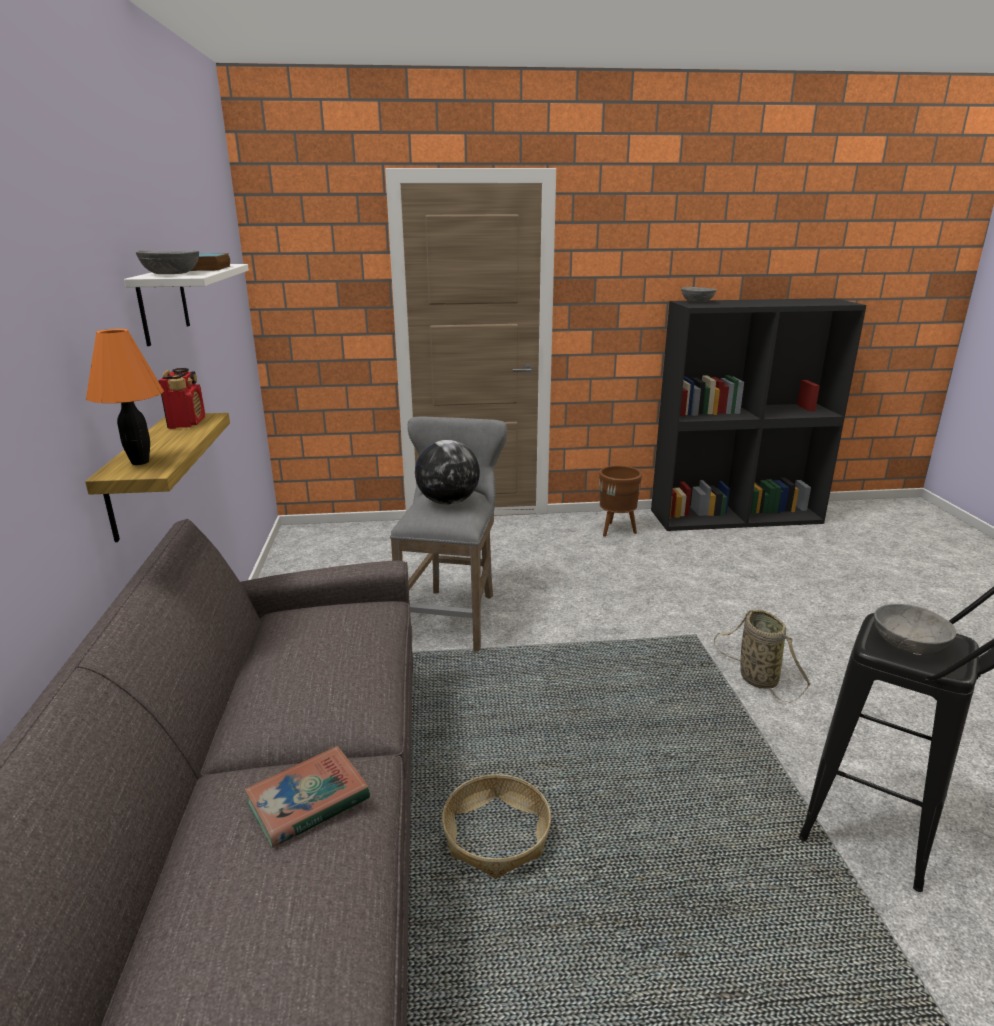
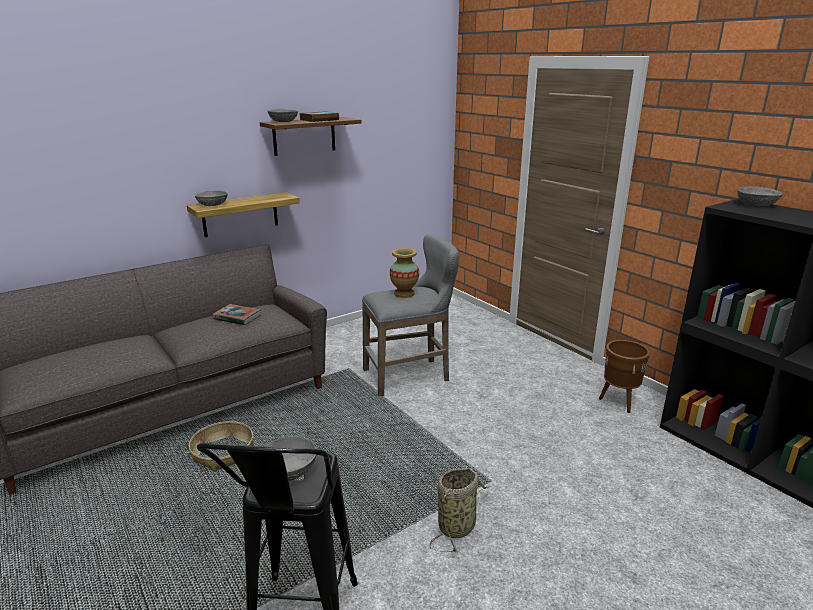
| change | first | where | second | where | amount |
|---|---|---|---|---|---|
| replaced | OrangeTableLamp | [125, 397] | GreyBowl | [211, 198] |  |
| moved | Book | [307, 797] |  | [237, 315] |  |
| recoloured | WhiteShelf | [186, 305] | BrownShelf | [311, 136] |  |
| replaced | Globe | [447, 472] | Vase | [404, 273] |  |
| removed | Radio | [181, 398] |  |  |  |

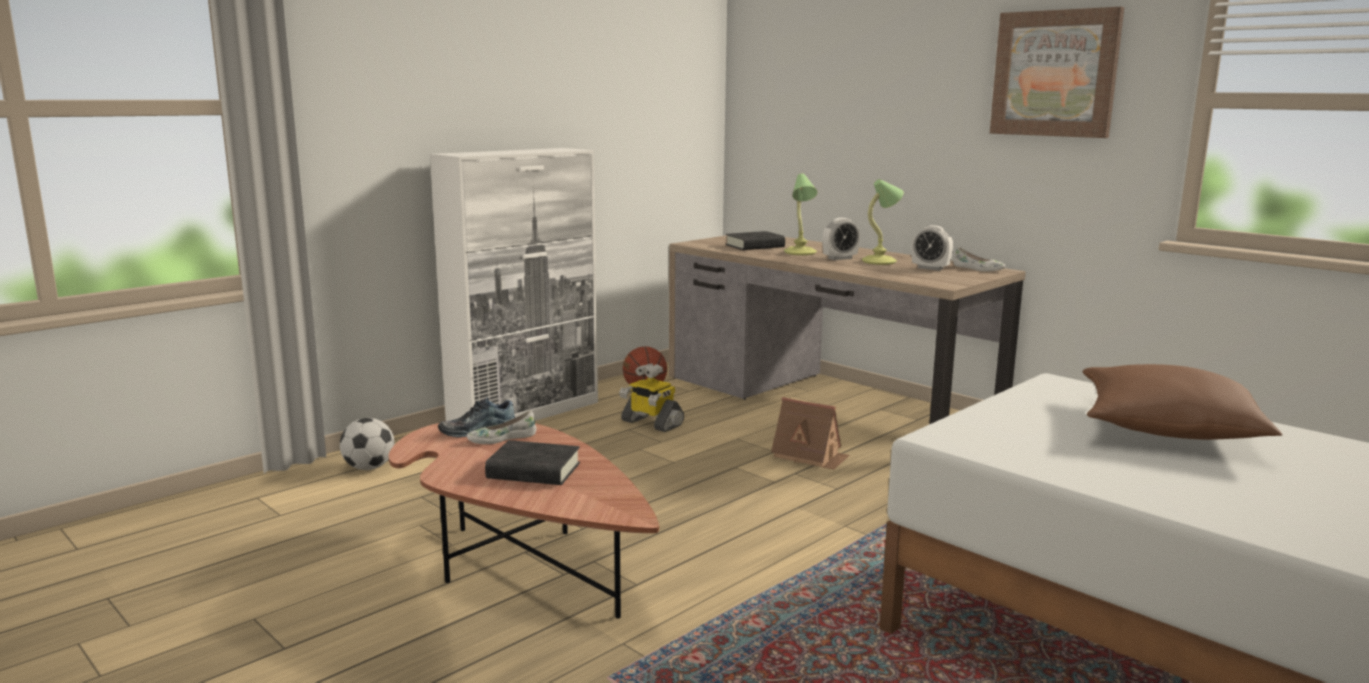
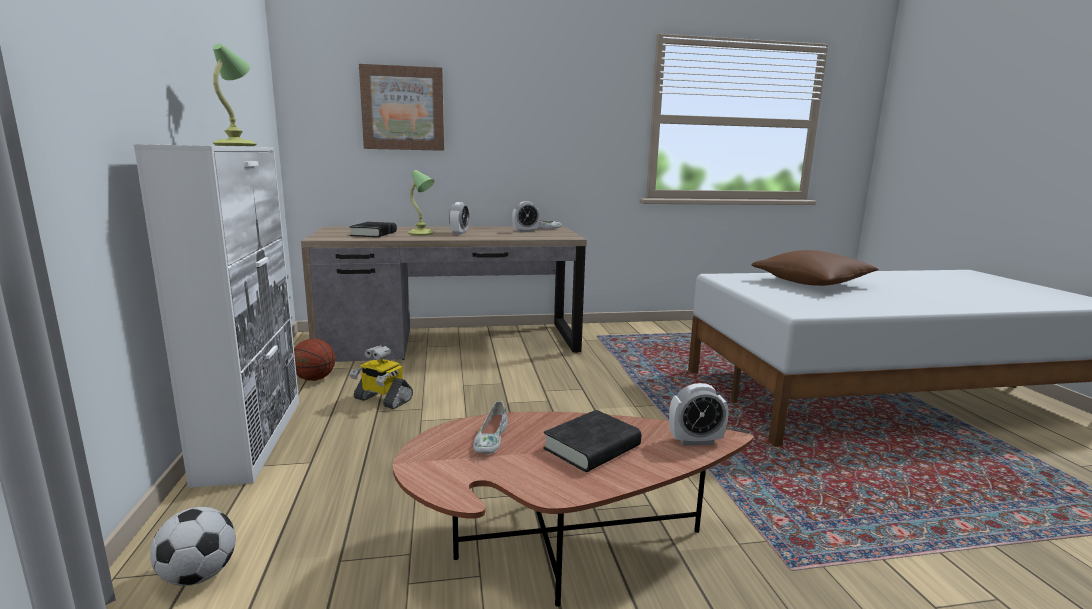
| change | first | where | second | where | amount |
|---|---|---|---|---|---|
| moved | TableLamp | [883, 222] |  | [234, 94] |  |
| turned | ToyRobot | [651, 397] |  | [381, 377] | 45 degrees clockwise |
| moved | Picture | [1057, 72] |  | [401, 107] |  |
| added |  |  | AlarmClock | [699, 414] |  |
| removed | Shoe | [476, 417] |  |  |  |
| removed | ToyHouse | [810, 433] |  |  |  |

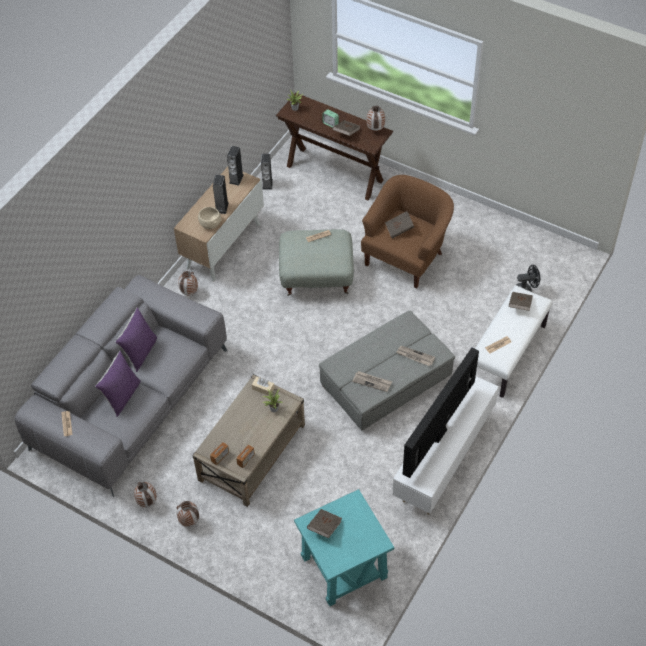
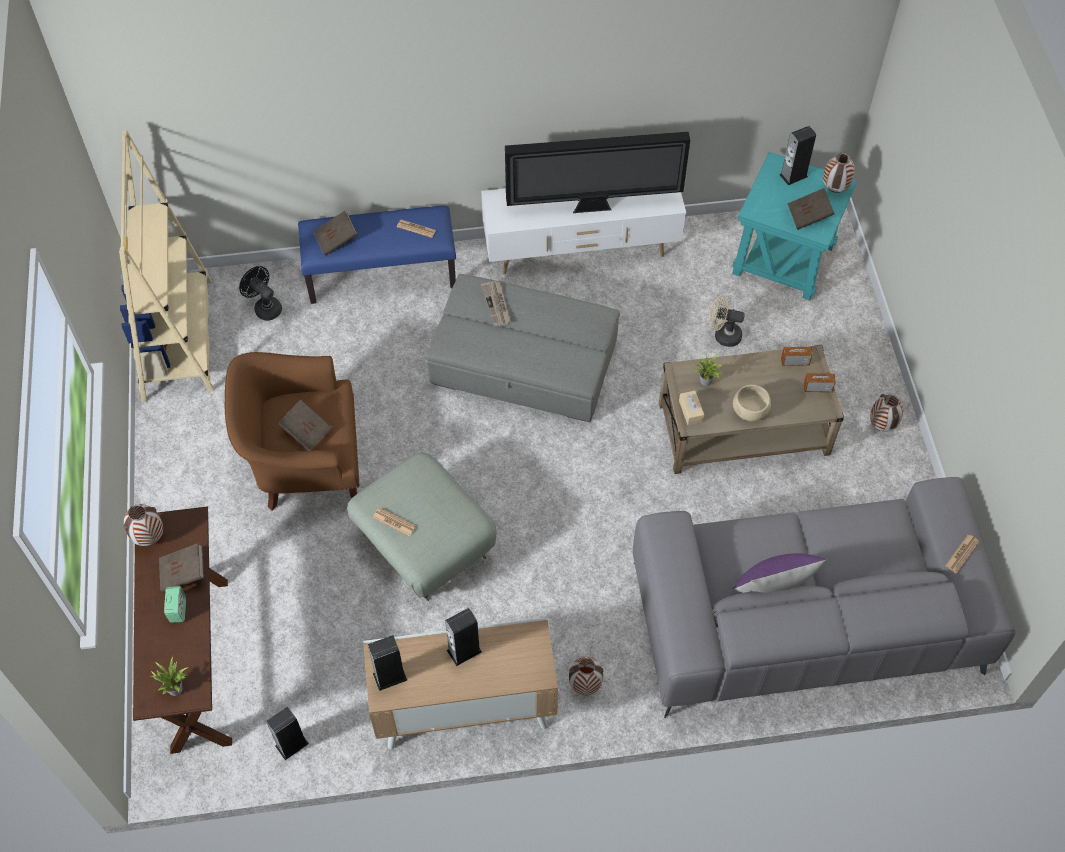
| change | first | where | second | where | amount |
|---|---|---|---|---|---|
| added |  |  | BeigeBookcase | [166, 266] |  |
| recoloured | WhiteBench | [514, 341] | BlueBench | [377, 255] |  |
| added |  |  | BeigeFan | [727, 321] |  |
| moved | BeigeBowl | [209, 218] |  | [752, 403] |  |
| added |  |  | Speaker | [798, 155] |  |
| moved | Vase | [145, 495] |  | [839, 173] |  |
| removed | PurplePillow | [118, 384] |  |  |  |
| removed | Newspaper | [372, 381] |  |  |  |

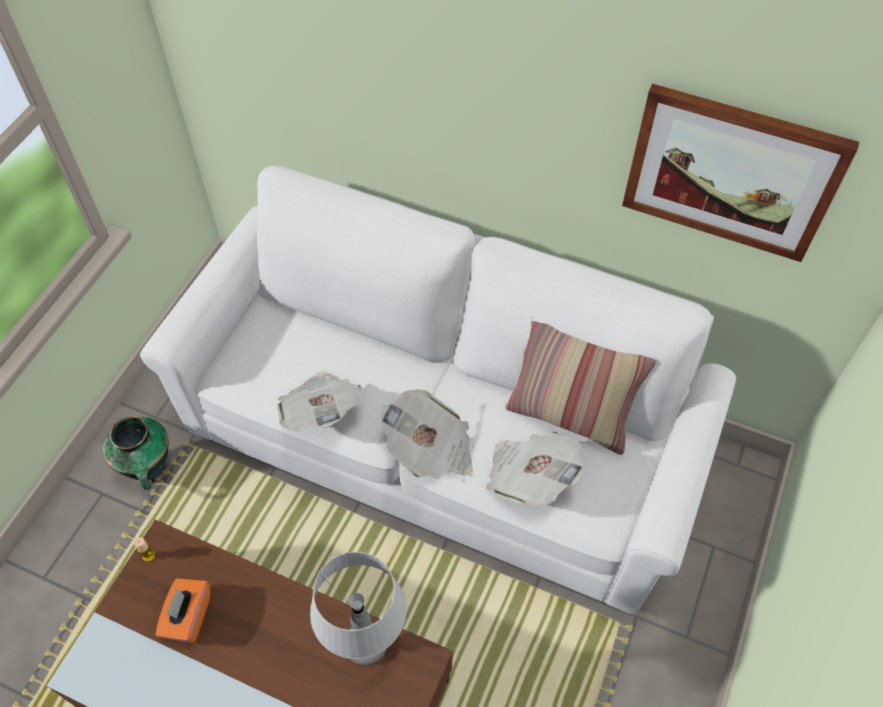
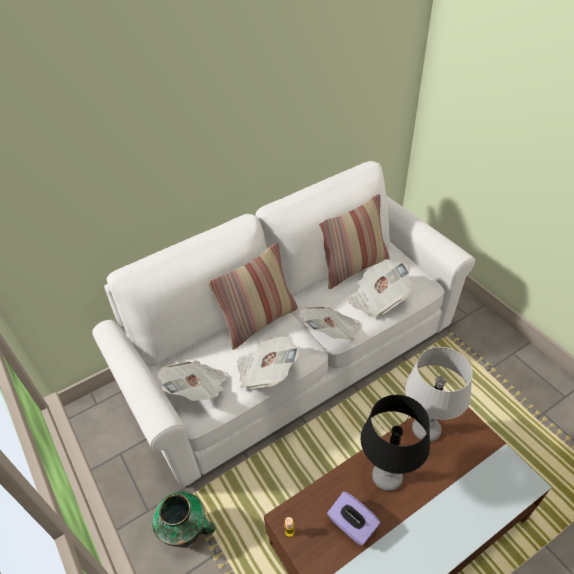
| change | first | where | second | where | amount |
|---|---|---|---|---|---|
| added |  |  | Newspaper | [193, 380] |  |
| added |  |  | Pillow | [253, 296] |  |
| recoloured | OrangeTissueBox | [182, 610] | PurpleTissueBox | [353, 518] |  |
| added |  |  | BlackTableLamp | [395, 443] |  |
| removed | Picture | [741, 173] |  |  |  |

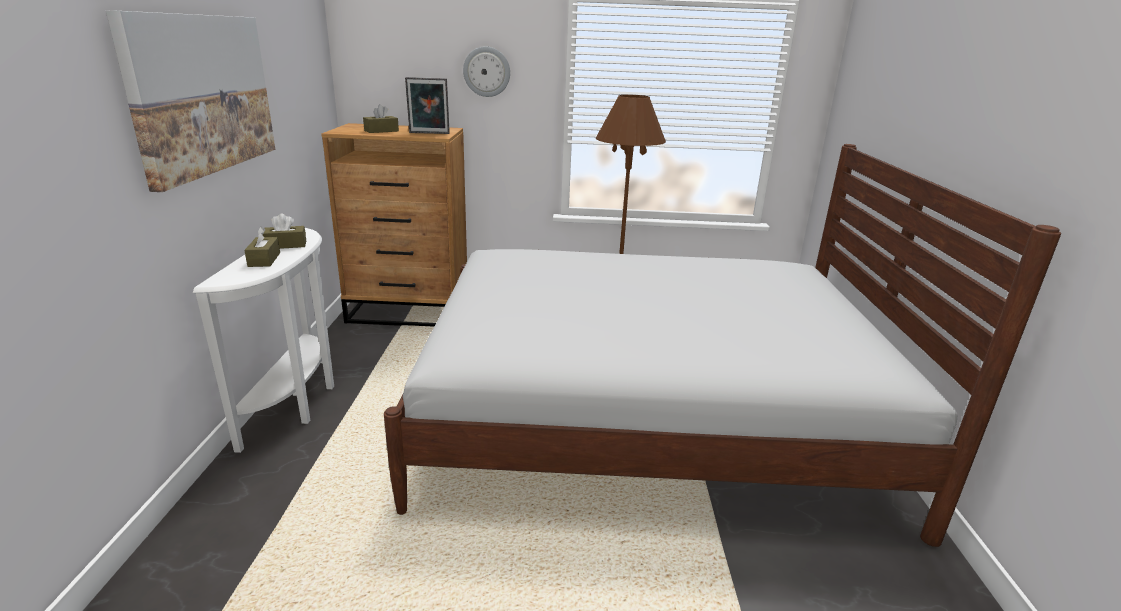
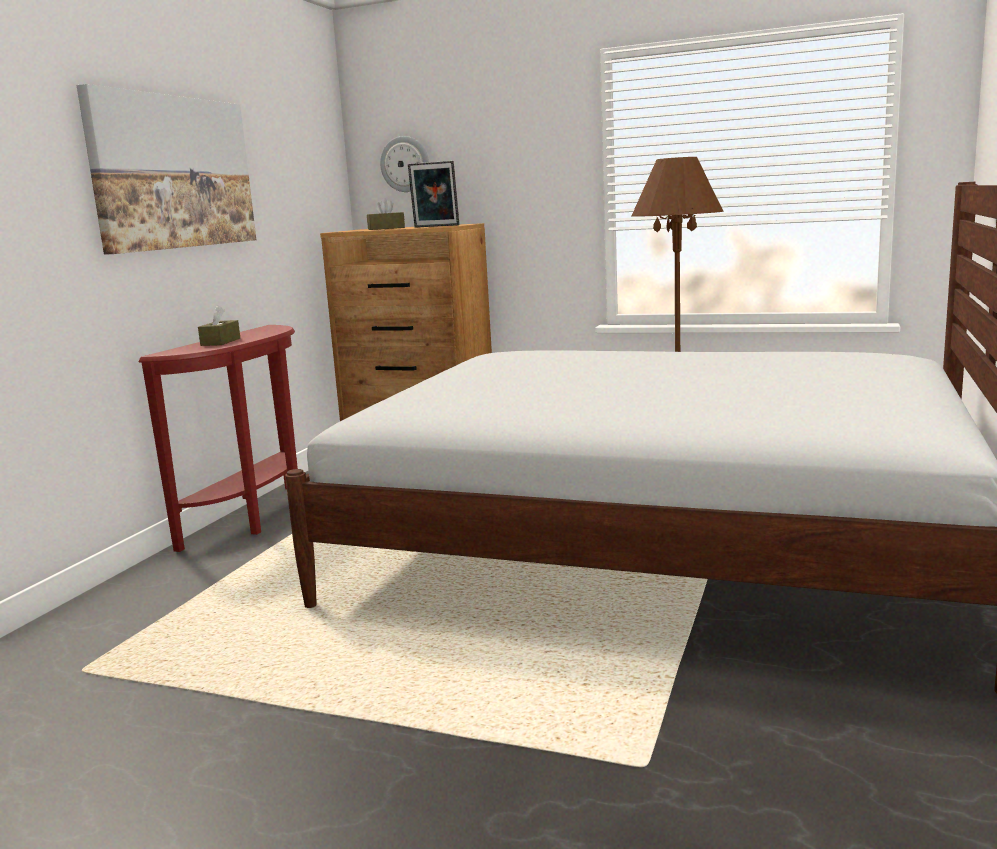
| change | first | where | second | where | amount |
|---|---|---|---|---|---|
| recoloured | WhiteConsoleTable | [263, 340] | RedConsoleTable | [218, 438] |  |
| moved | WallClock | [486, 71] |  | [404, 164] |  |
| removed | BrownTissueBox | [284, 231] |  |  |  |

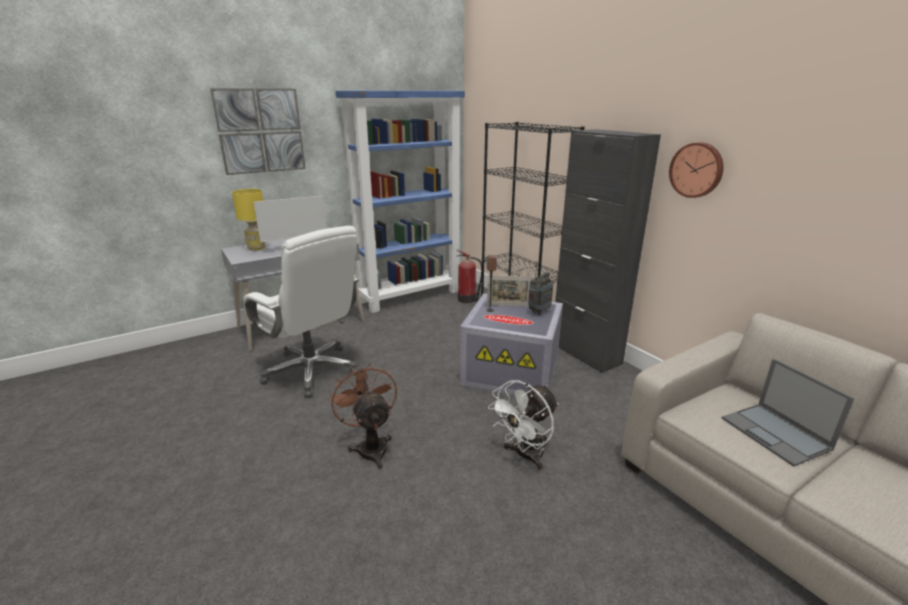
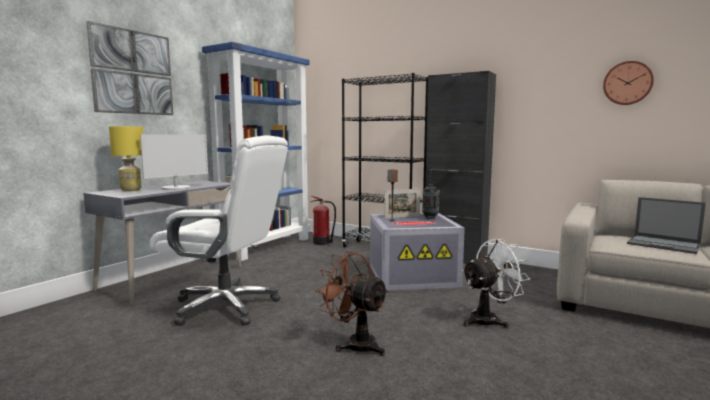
| change | first | where | second | where | amount |
|---|---|---|---|---|---|
| turned | WhiteFan | [523, 425] |  | [496, 283] | 135 degrees counterclockwise |
| moved | WallClock | [696, 170] |  | [628, 83] |  |

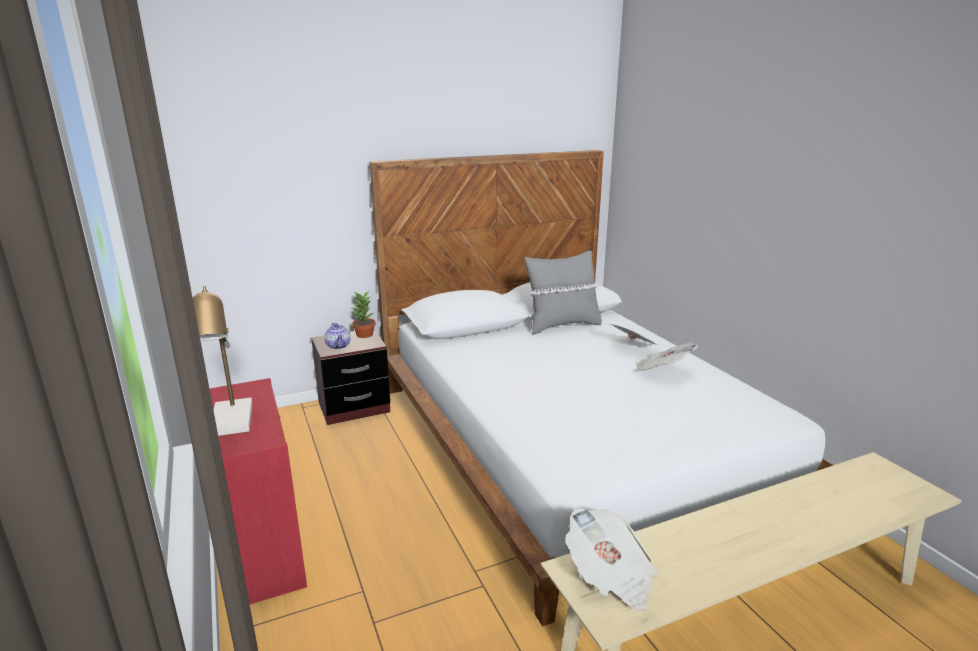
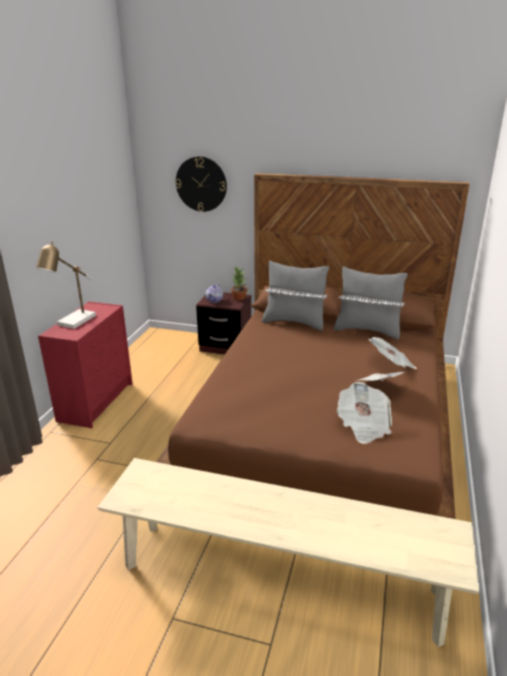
| change | first | where | second | where | amount |
|---|---|---|---|---|---|
| recoloured | WhiteBed | [601, 388] | BrownBed | [313, 346] |  |
| added |  |  | WallClock | [201, 184] |  |
| added |  |  | GreyPillow | [295, 295] |  |
| moved | Newspaper | [611, 560] |  | [364, 413] |  |

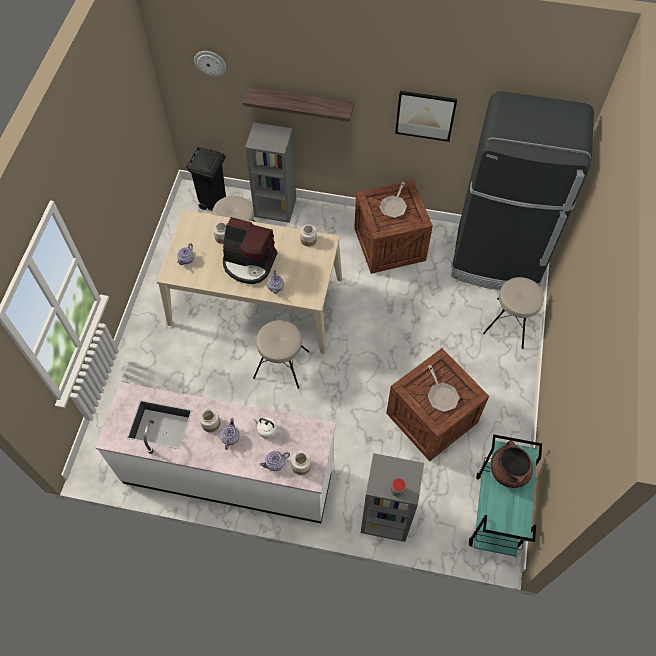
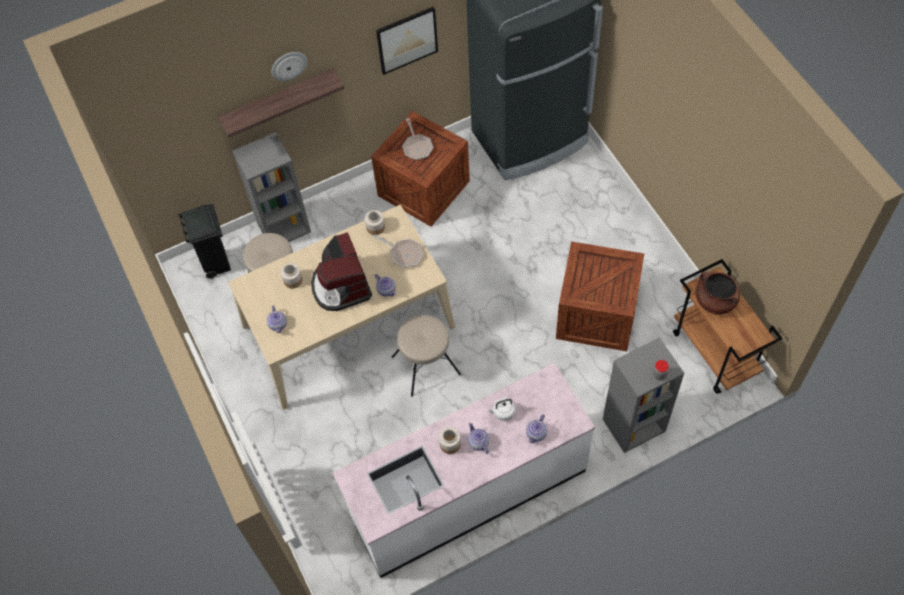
| change | first | where | second | where | amount |
|---|---|---|---|---|---|
| moved | WallClock | [210, 64] |  | [289, 66] |  |
| turned | CoffeeMachine | [250, 250] |  | [341, 271] | 90 degrees clockwise |
| moved | FryingPan | [444, 388] |  | [399, 251] |  |
| recoloured | TurquoiseCart | [505, 495] | BrownCart | [728, 326] |  |
| removed | Jar | [301, 462] |  |  |  |
| removed | BeigeStool | [513, 313] |  |  |  |

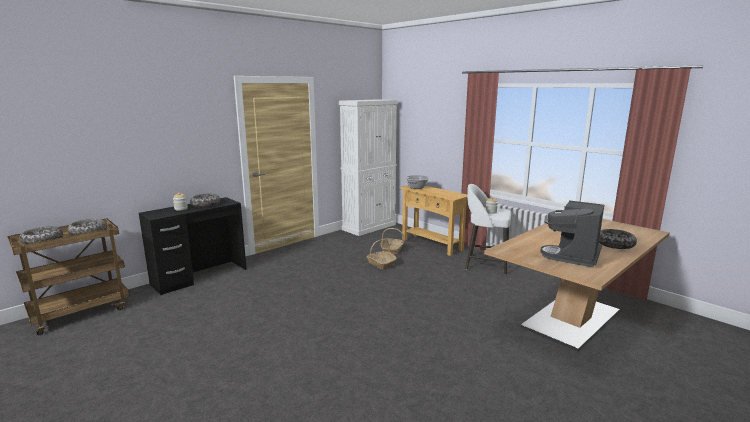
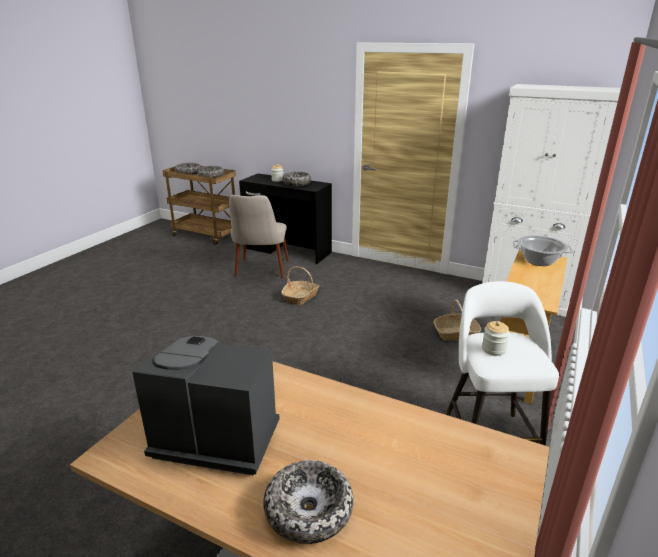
| change | first | where | second | where | amount |
|---|---|---|---|---|---|
| added |  |  | BeigeChair | [259, 236] |  |
| moved | Basket | [381, 254] |  | [300, 285] |  |

